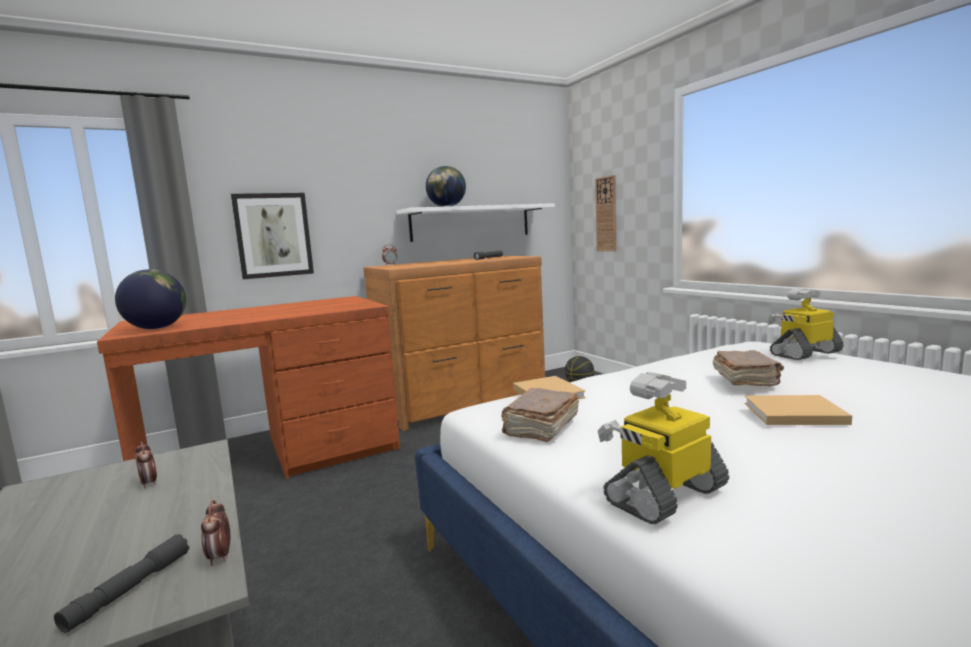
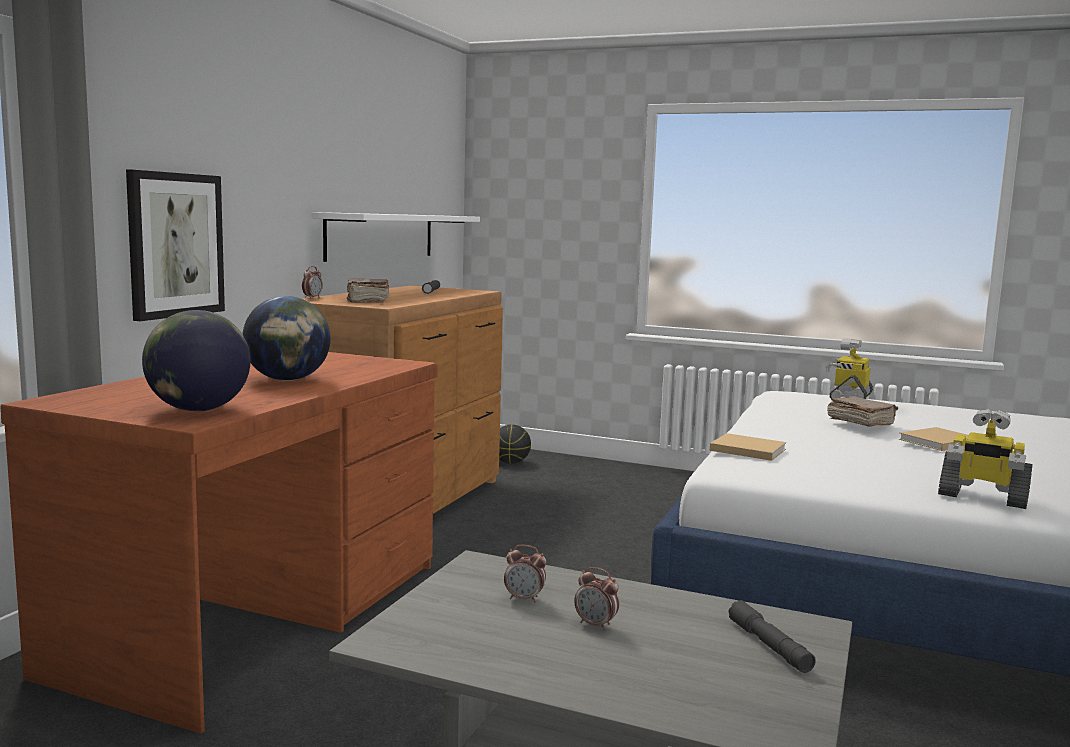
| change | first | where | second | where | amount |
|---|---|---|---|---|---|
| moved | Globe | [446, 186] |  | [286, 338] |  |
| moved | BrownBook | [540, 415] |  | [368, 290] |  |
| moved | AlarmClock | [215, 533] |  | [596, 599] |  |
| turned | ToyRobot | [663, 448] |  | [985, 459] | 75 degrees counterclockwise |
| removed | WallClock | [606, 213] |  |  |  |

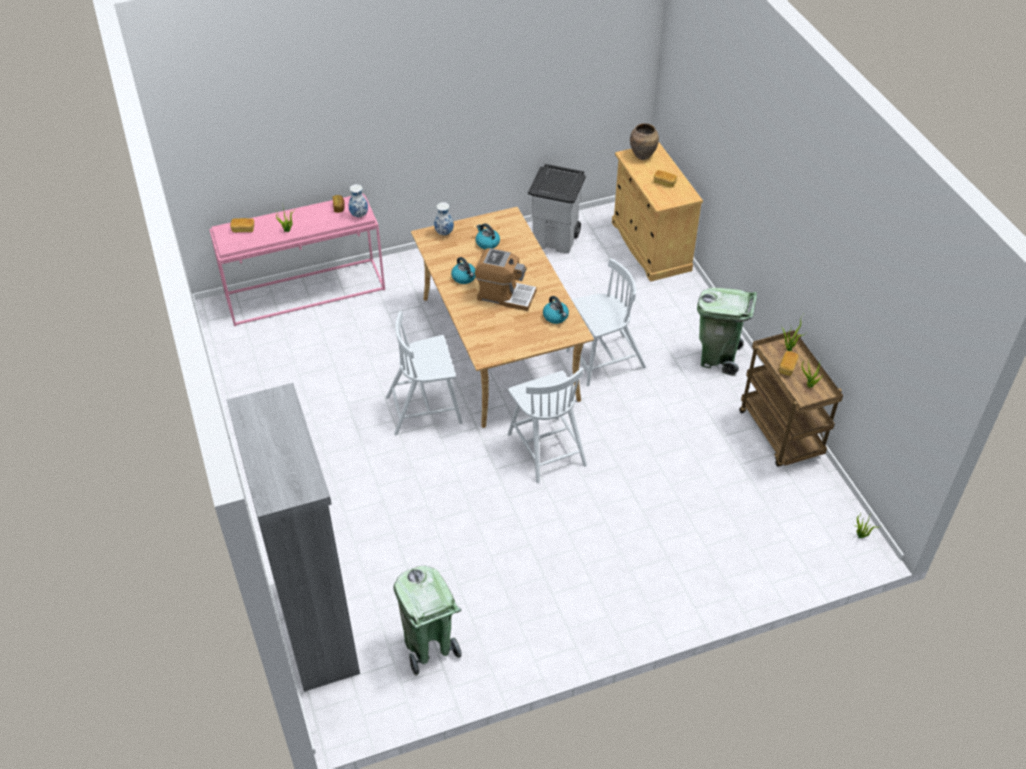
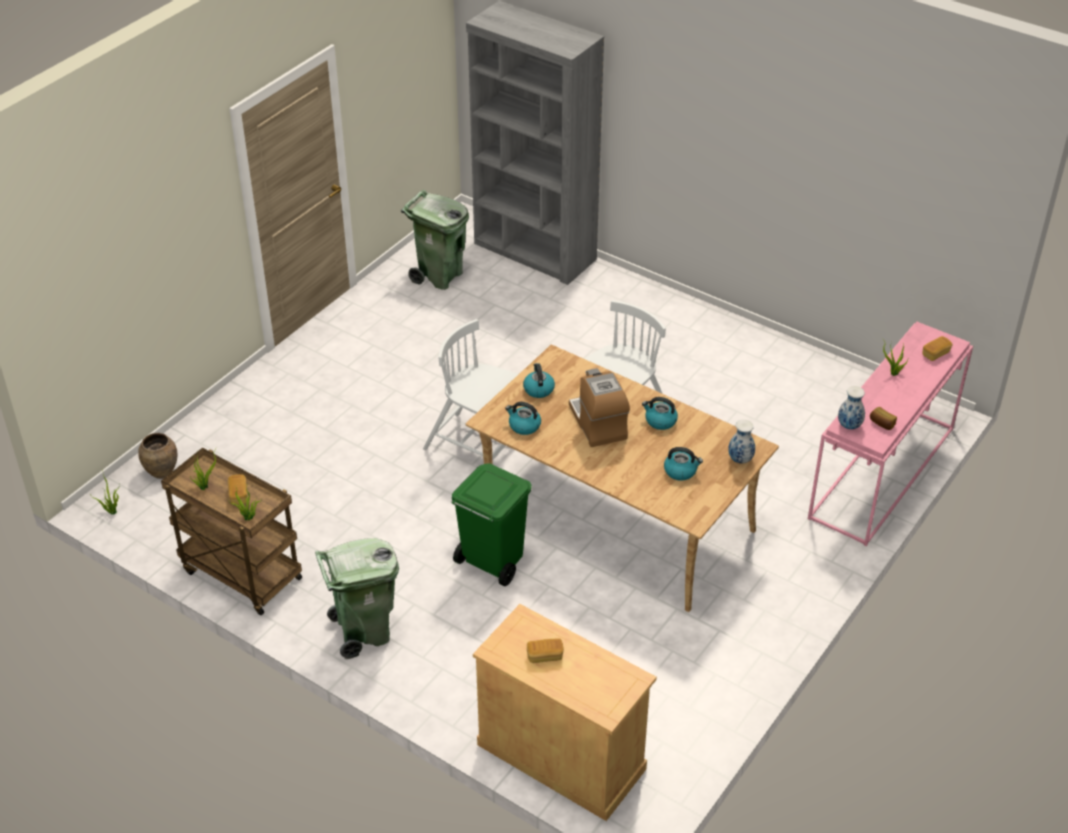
| change | first | where | second | where | amount |
|---|---|---|---|---|---|
| moved | BrownVase | [644, 141] |  | [157, 456] |  |
| replaced | WhiteChair | [606, 322] | GreenTrashCan | [491, 525] |  |
| added |  |  | Kettle | [539, 380] |  |
| turned | CoffeeMachine | [506, 279] |  | [599, 407] | 90 degrees clockwise |
| removed | GreyTrashCan | [557, 208] |  |  |  |

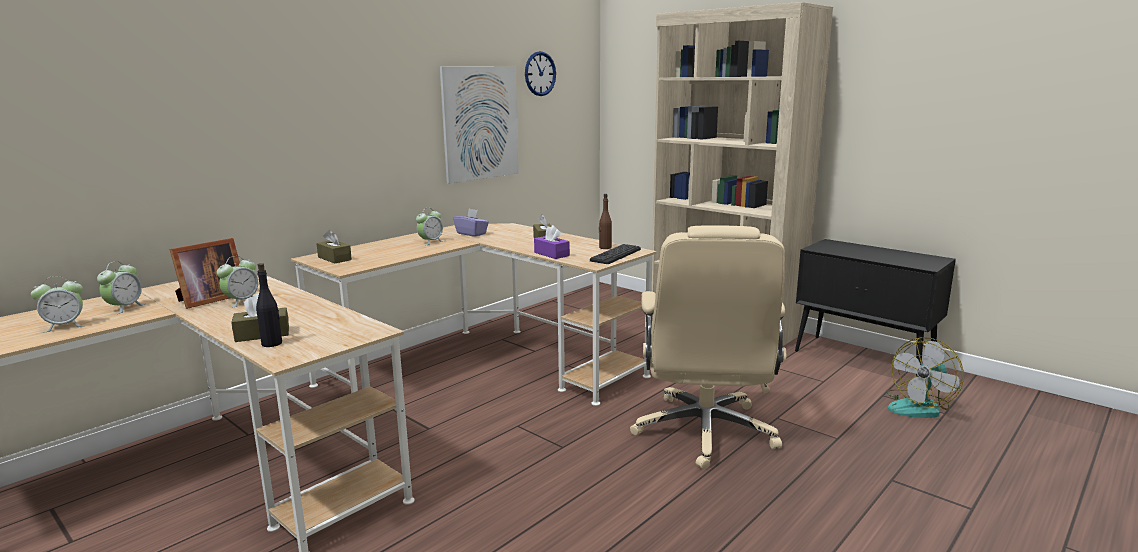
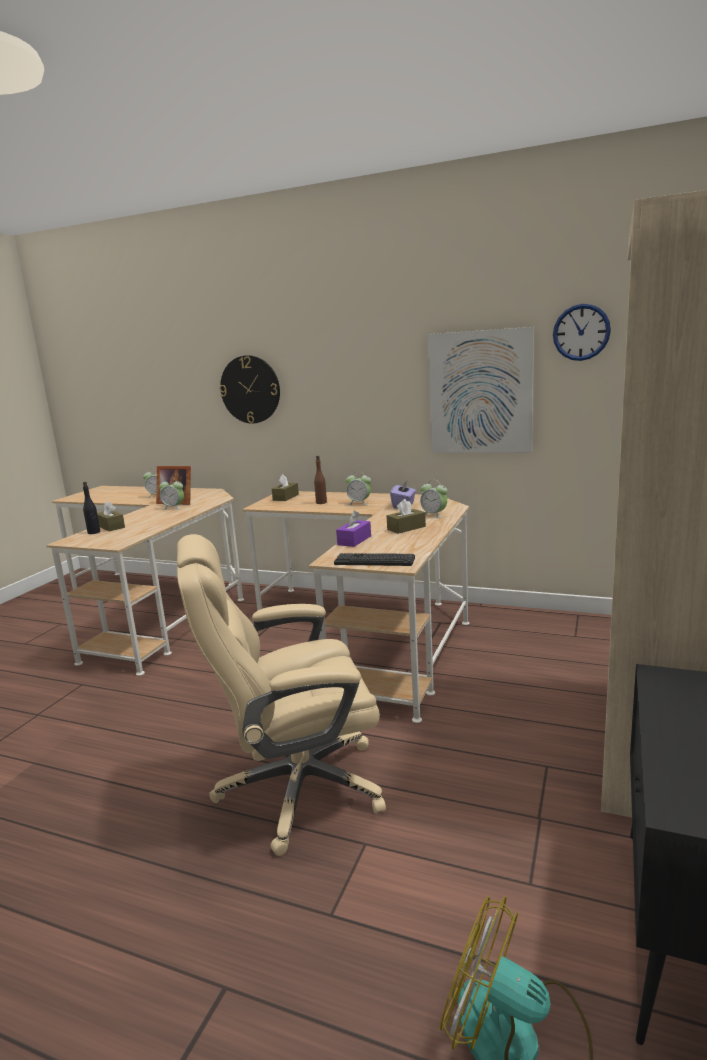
| change | first | where | second | where | amount |
|---|---|---|---|---|---|
| added |  |  | WallClock | [249, 389] |  |
| moved | BrownBottle | [605, 221] |  | [320, 480] |  |
| moved | AlarmClock | [58, 304] |  | [434, 499] |  |

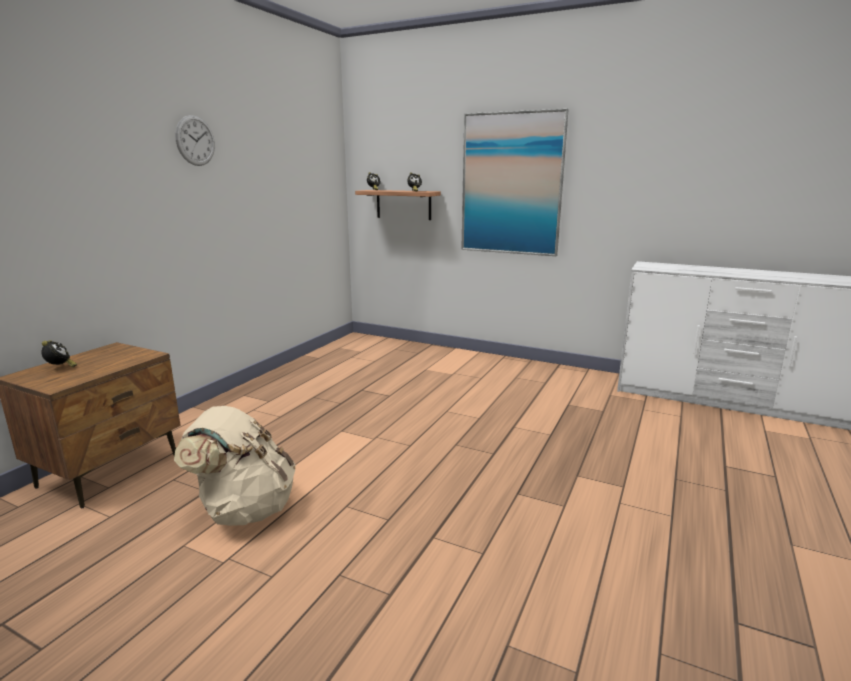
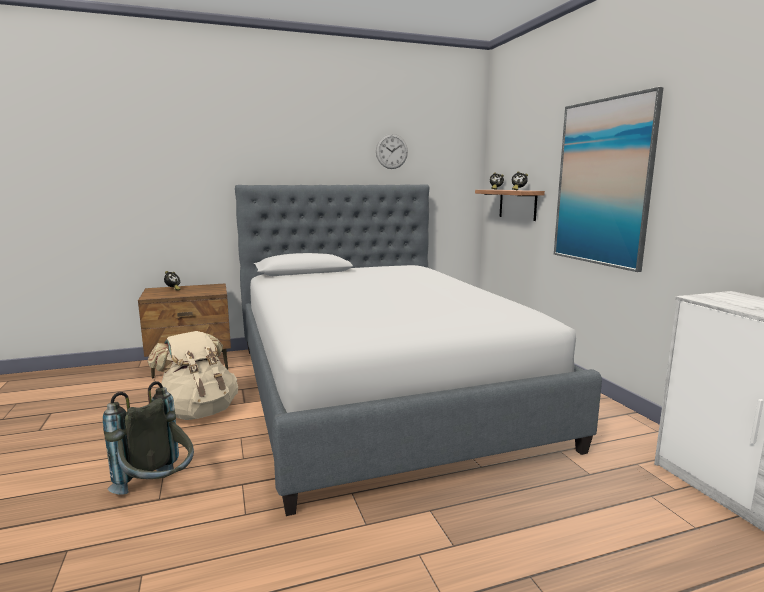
| change | first | where | second | where | amount |
|---|---|---|---|---|---|
| added |  |  | GreyBackpack | [148, 438] |  |
| added |  |  | Bed | [418, 350] |  |
| moved | WallClock | [195, 140] |  | [392, 151] |  |

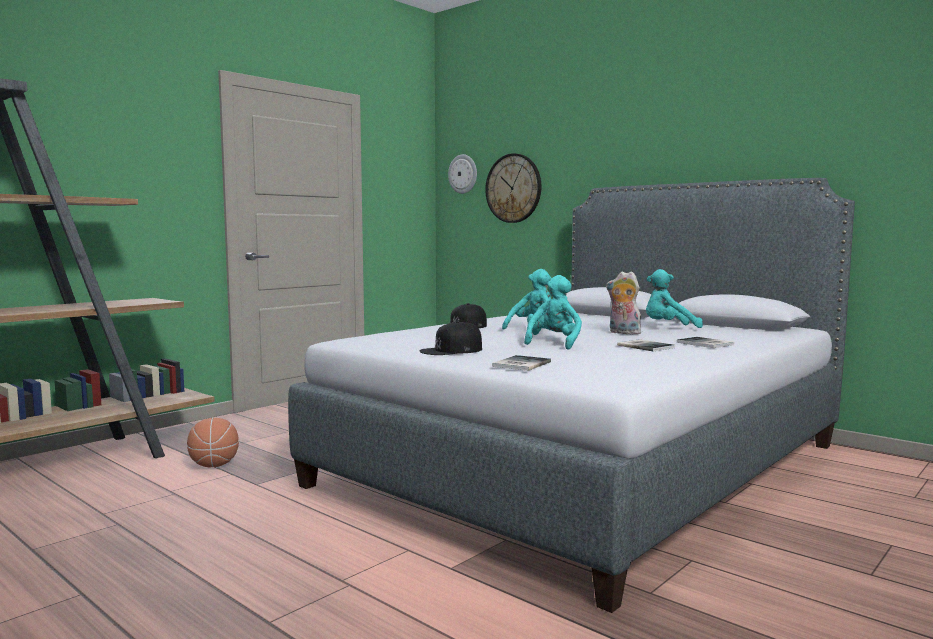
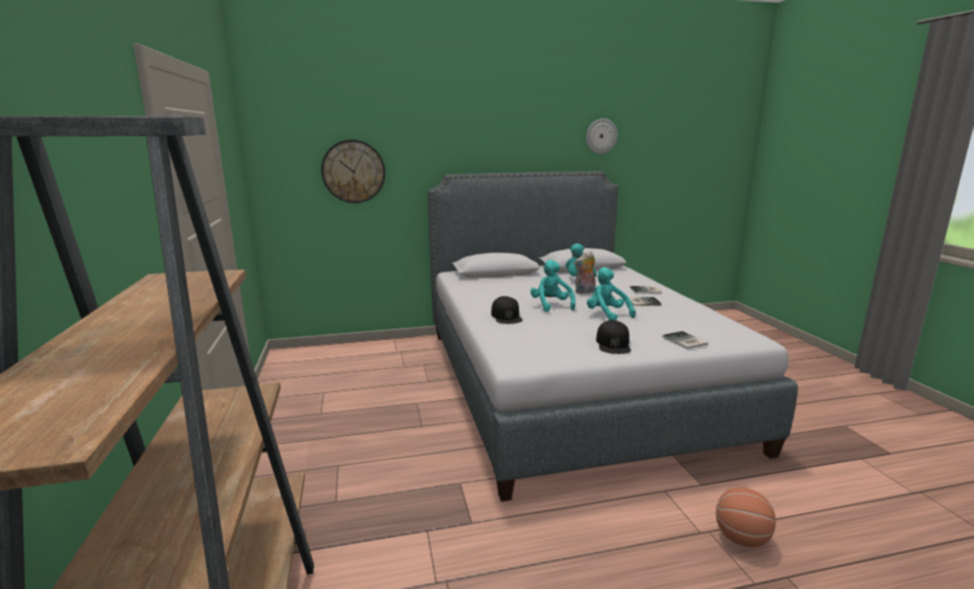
| change | first | where | second | where | amount |
|---|---|---|---|---|---|
| moved | WallClock | [462, 174] |  | [602, 136] |  |
| moved | Basketball | [213, 442] |  | [746, 517] |  |

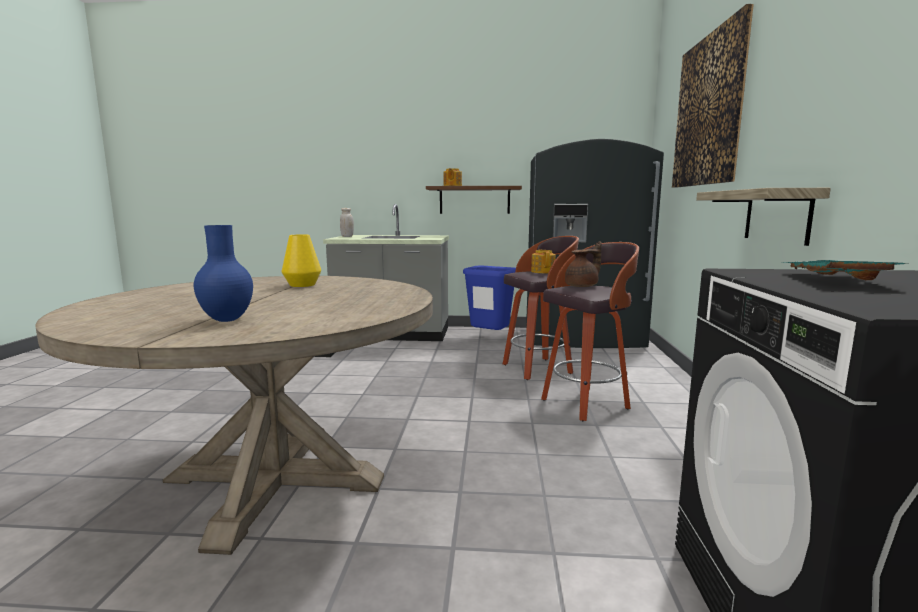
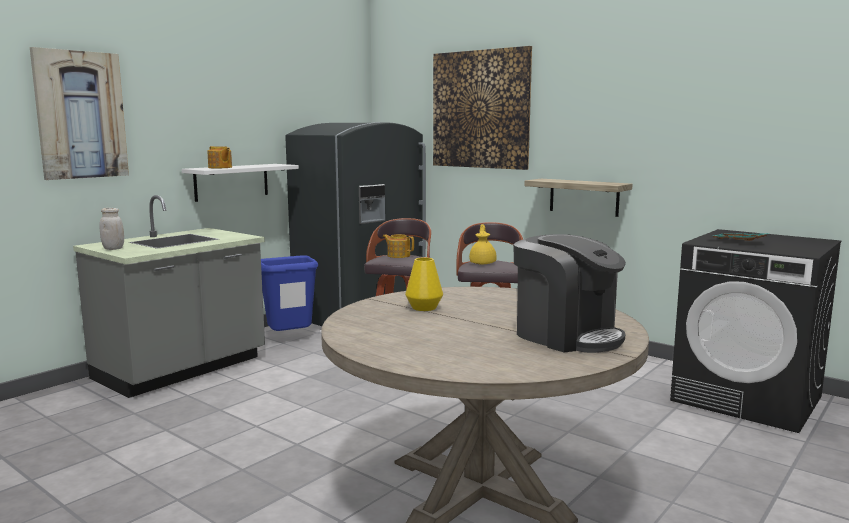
| change | first | where | second | where | amount |
|---|---|---|---|---|---|
| added |  |  | Picture | [79, 113] |  |
| recoloured | BrownShelf | [474, 200] | WhiteShelf | [240, 183] |  |
| recoloured | BrownTeapot | [583, 264] | YellowTeapot | [483, 244] |  |
| replaced | BlueVase | [223, 273] | CoffeeMachine | [570, 293] |  |

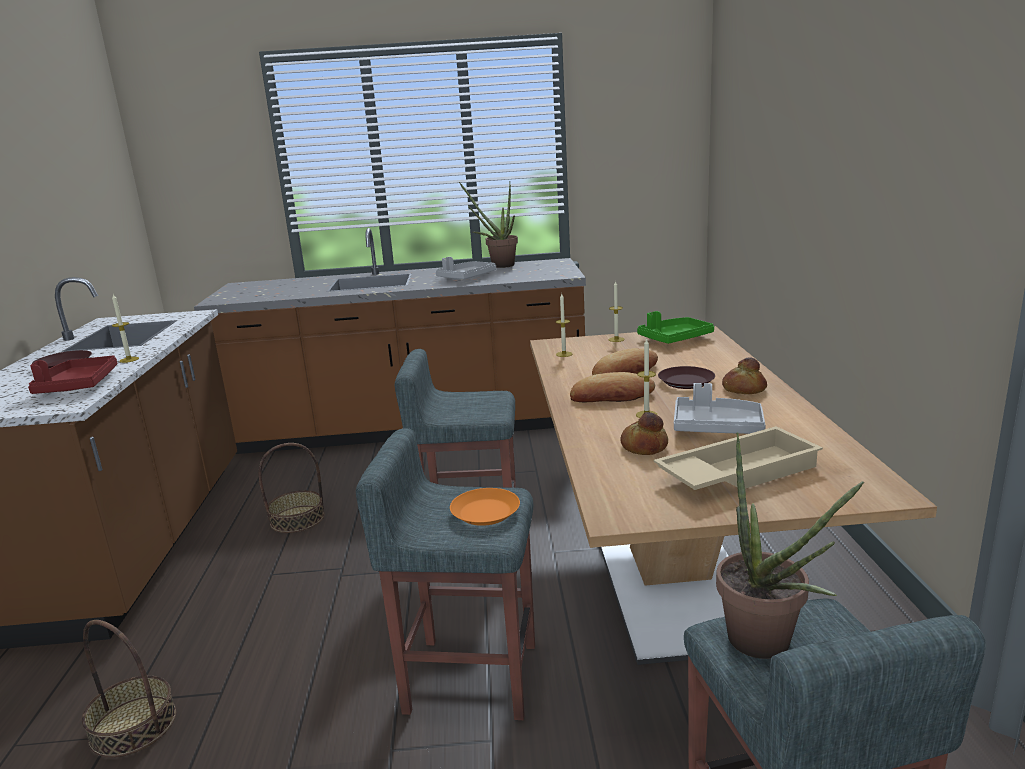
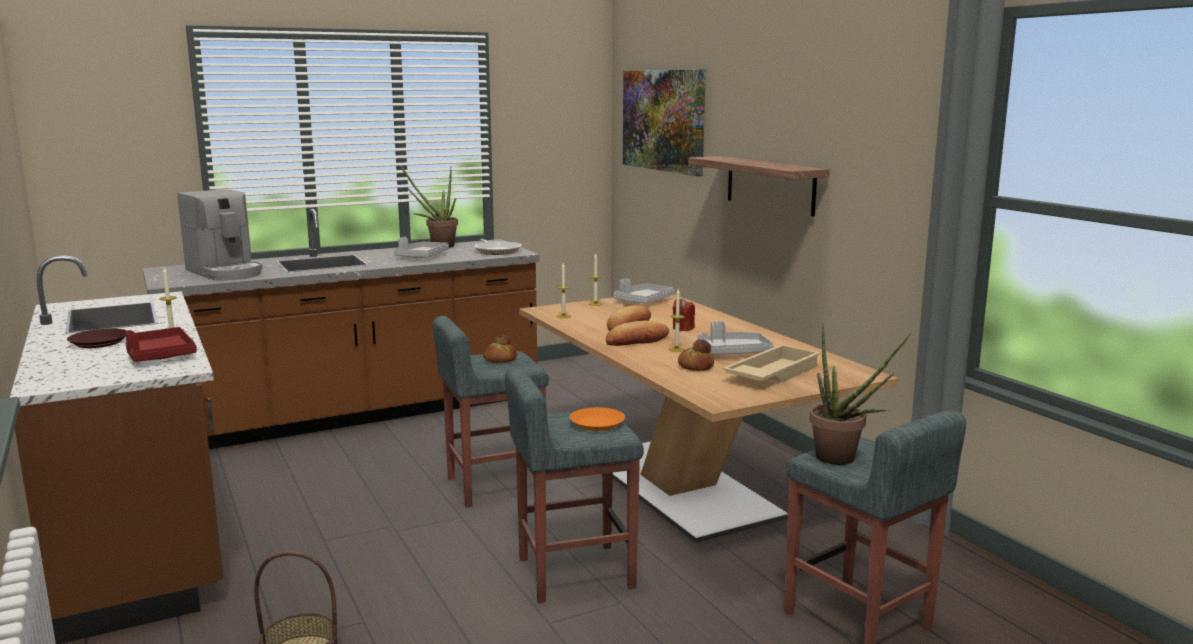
| change | first | where | second | where | amount |
|---|---|---|---|---|---|
| added |  |  | CoffeeMachine | [220, 235] |  |
| added |  |  | FryingPan | [498, 247] |  |
| moved | Bread | [744, 375] |  | [500, 348] |  |
| recoloured | GreenTray | [675, 327] | GreyTray | [643, 291] |  |
| added |  |  | Picture | [664, 122] |  |
| replaced | BrownPlate | [686, 377] | RedCandle | [684, 314] |  |
| added |  |  | Shelf | [759, 186] |  |
| removed | Basket | [292, 488] |  |  |  |

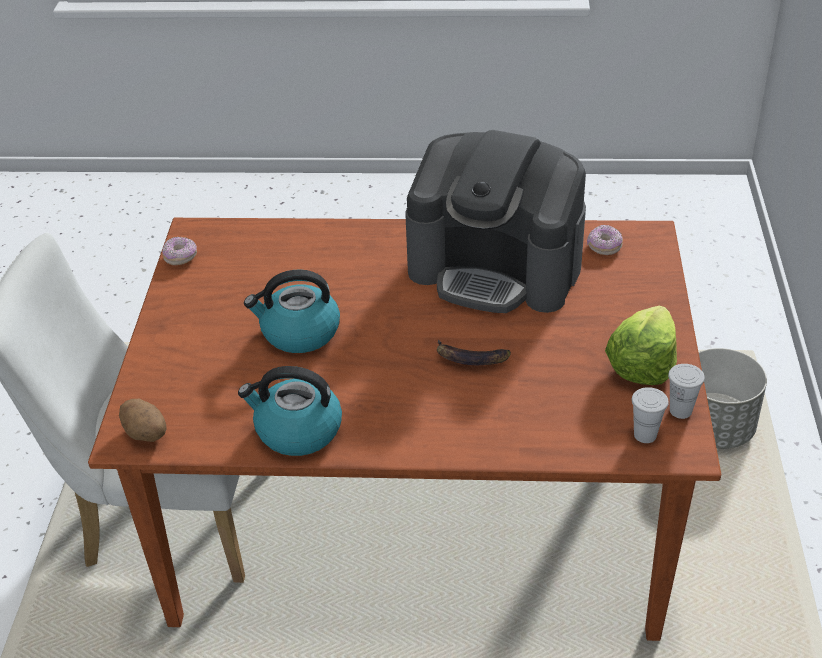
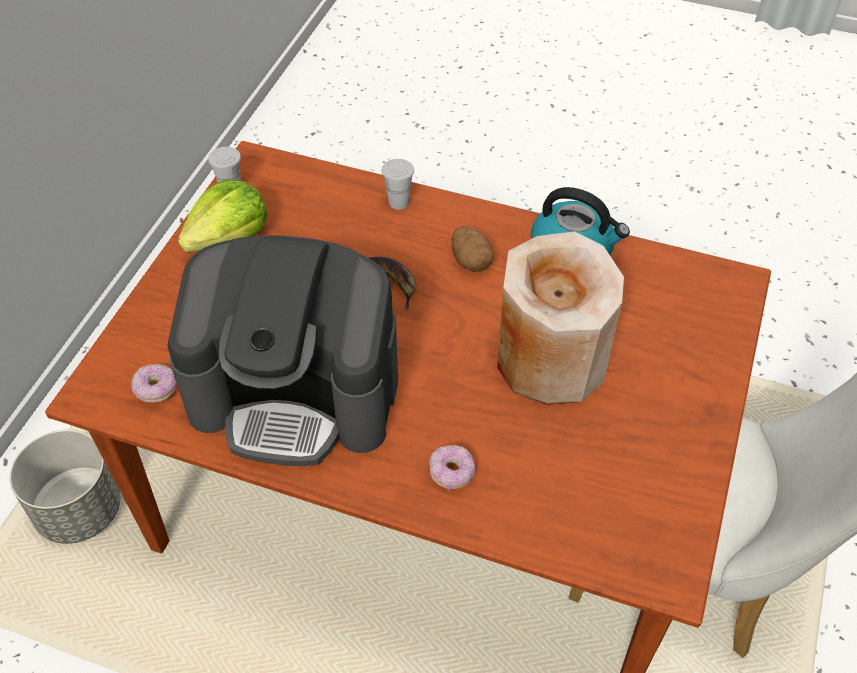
| change | first | where | second | where | amount |
|---|---|---|---|---|---|
| turned | CoffeeMachine | [495, 221] |  | [283, 350] | 150 degrees clockwise |
| moved | WhiteCup | [650, 415] |  | [398, 184] |  |
| moved | Donut | [179, 251] |  | [452, 467] |  |
| moved | Potato | [143, 420] |  | [473, 249] |  |
| replaced | Kettle | [292, 311] | BeigeVase | [560, 318] |  |

